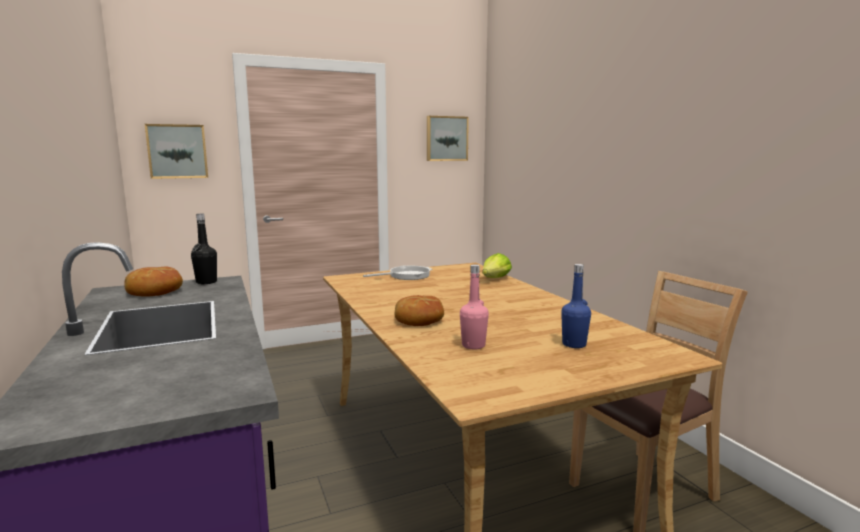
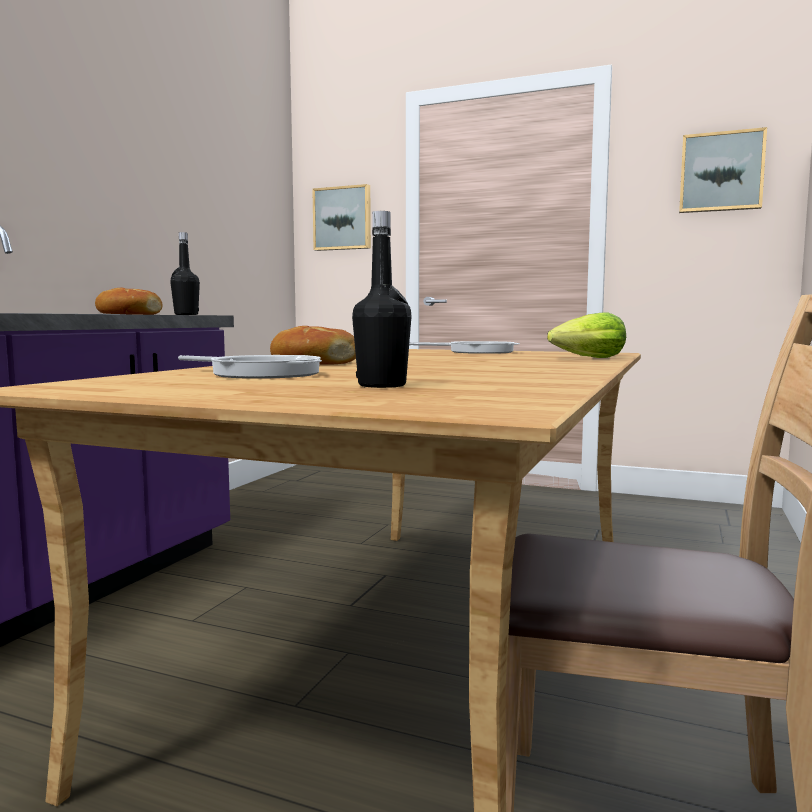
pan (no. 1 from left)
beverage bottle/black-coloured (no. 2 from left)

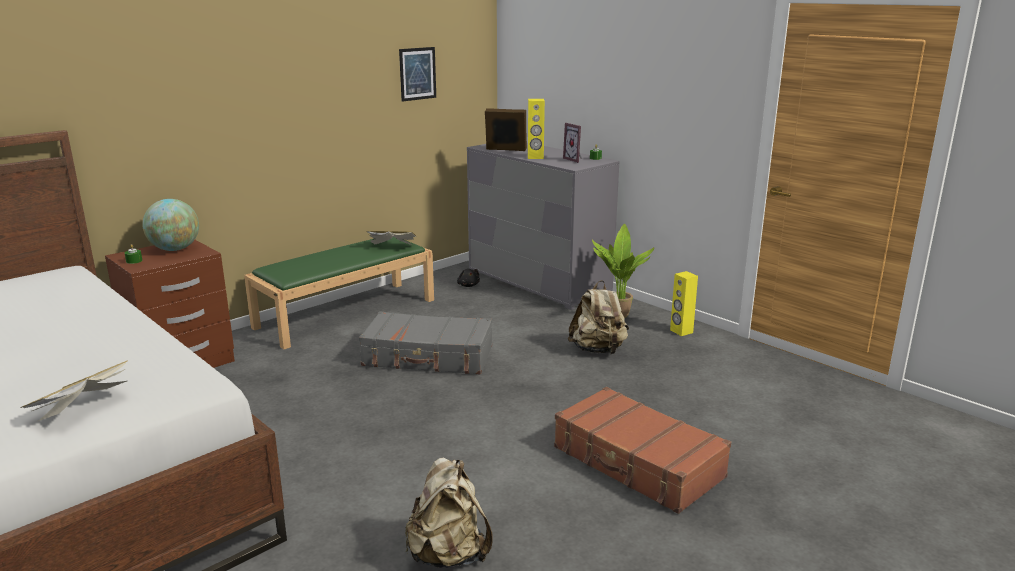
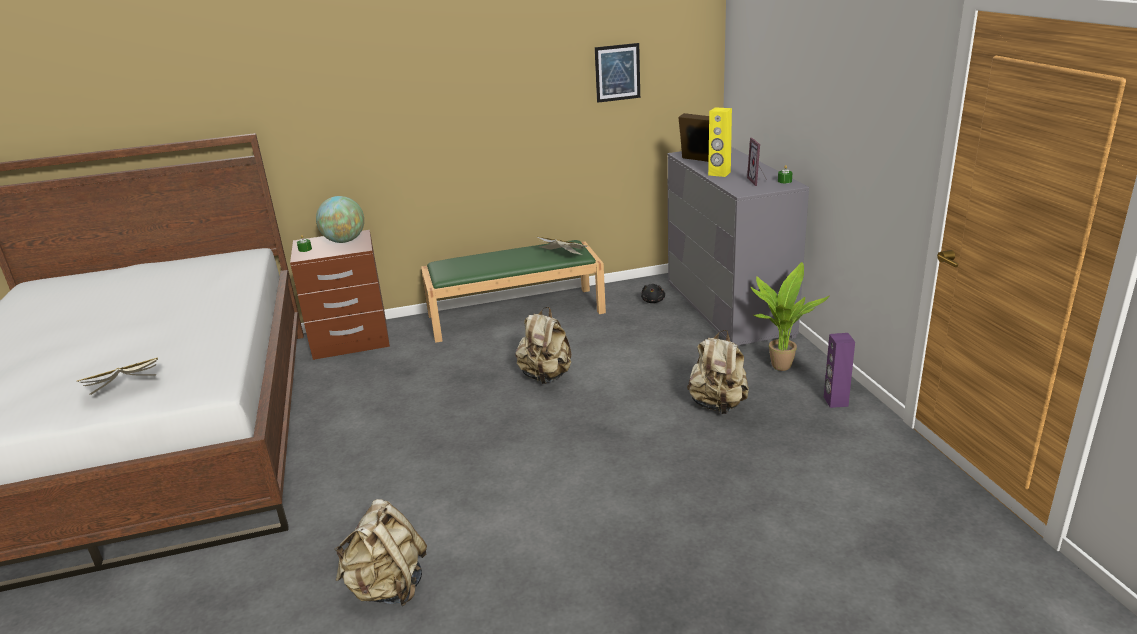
travel case/brownish
backpack/beige (no. 2 from left)
speaker/purple

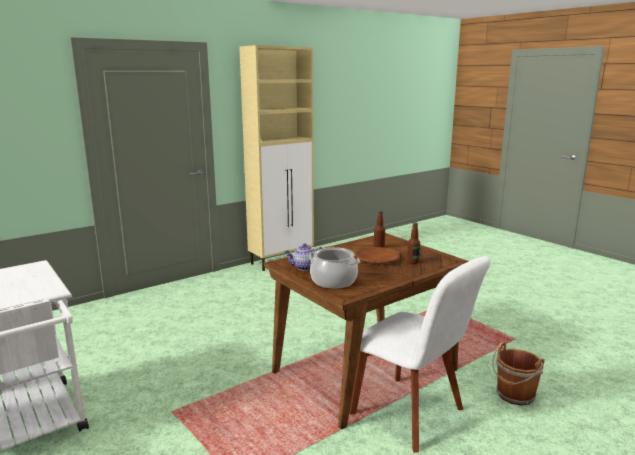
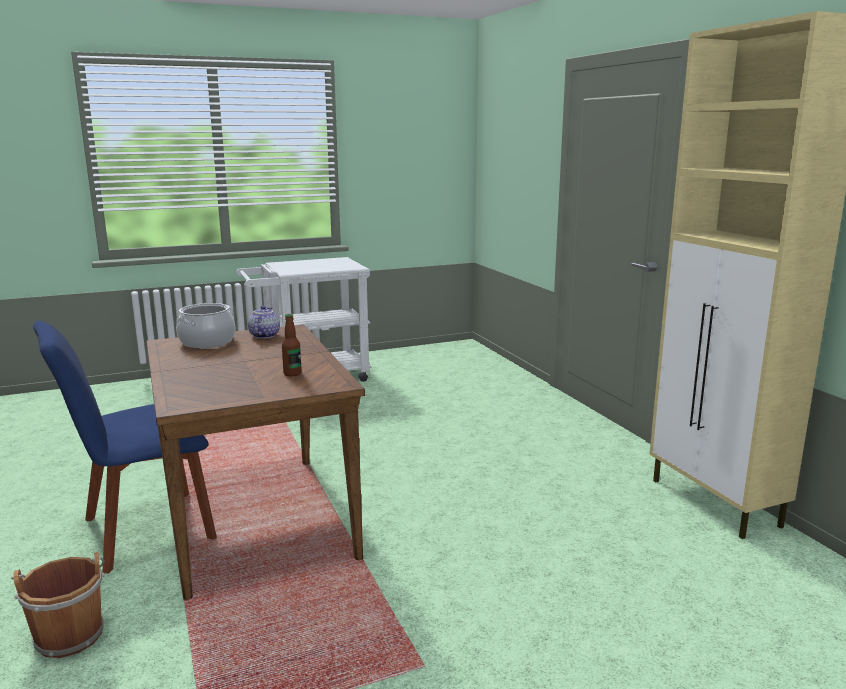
flat dish/brownish
beverage bottle (no. 2 from left in the first image)
upright chair/bluish

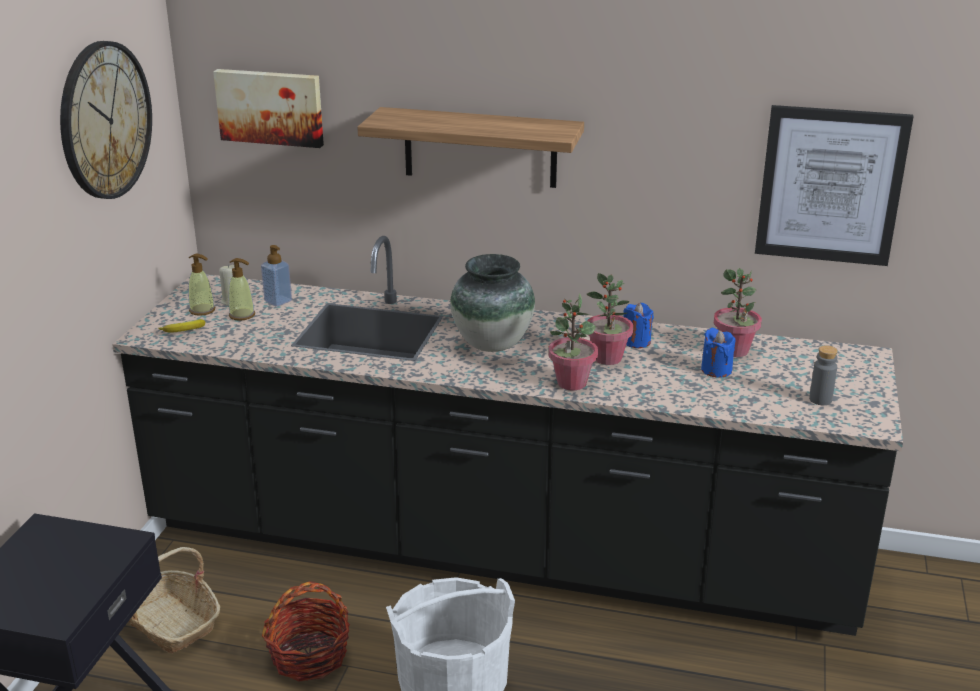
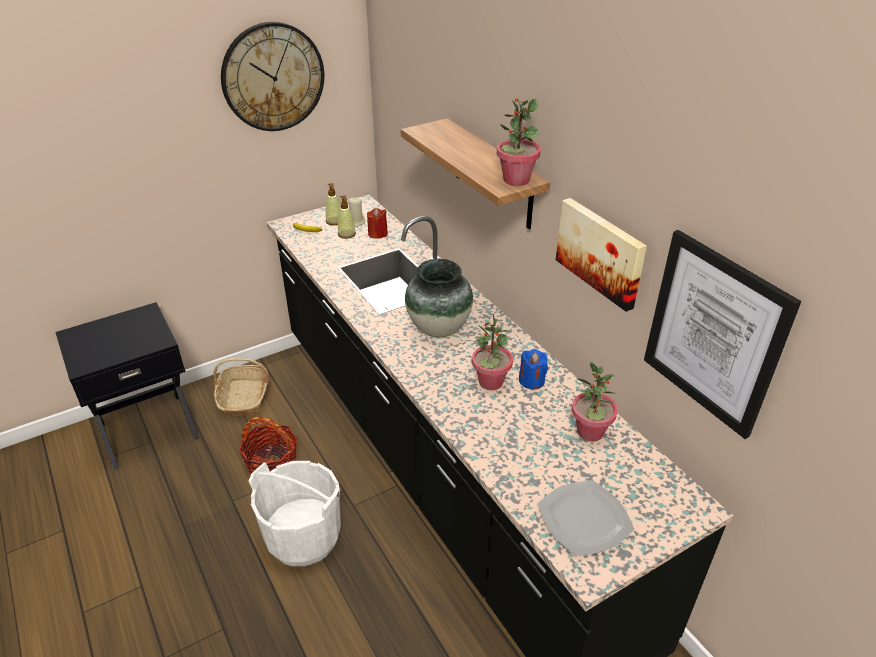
wax light/bluish (no. 2 from left in the first image)
picture (no. 1 from left)
houseplant (no. 2 from left)
wax light/red-coloured
flat dish

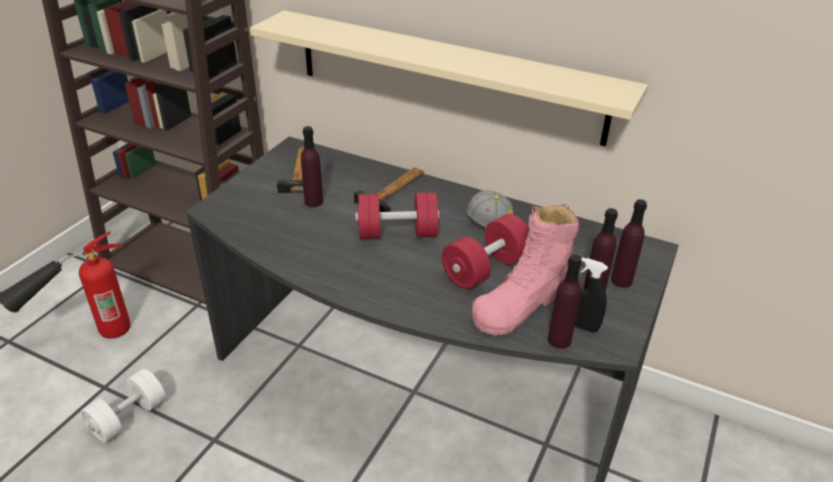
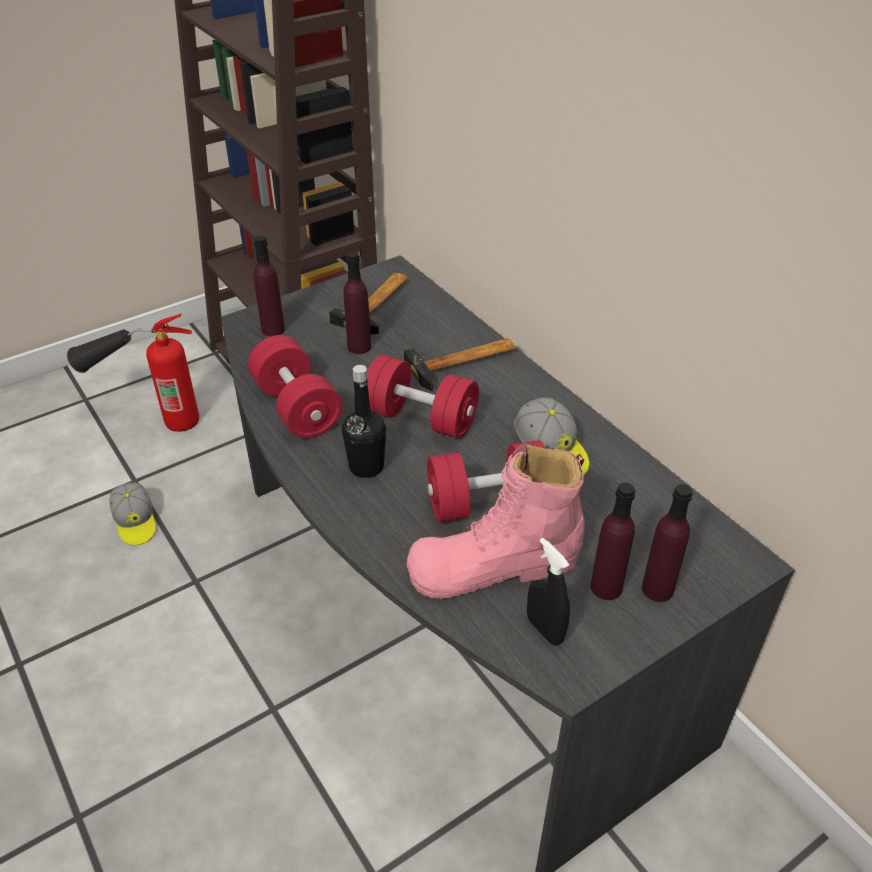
shelf/beige
free weight/red-coloured (no. 1 from left)
beverage bottle/black-coloured
beverage bottle/purple (no. 1 from left)
cap (no. 1 from left)

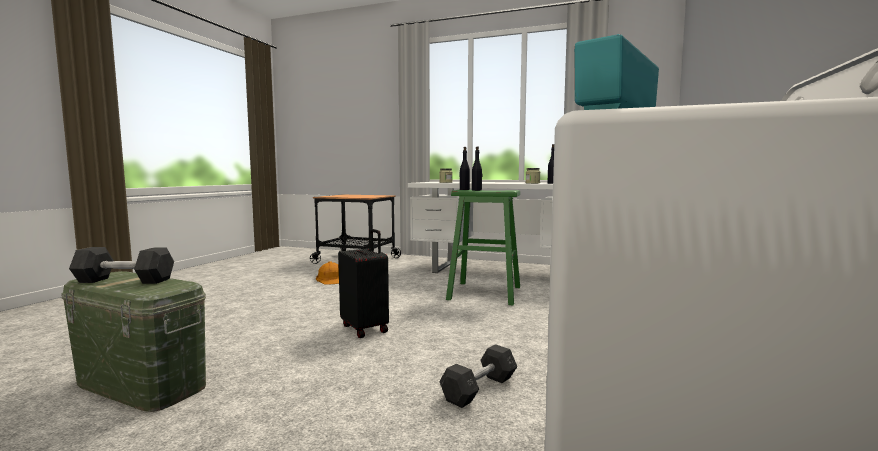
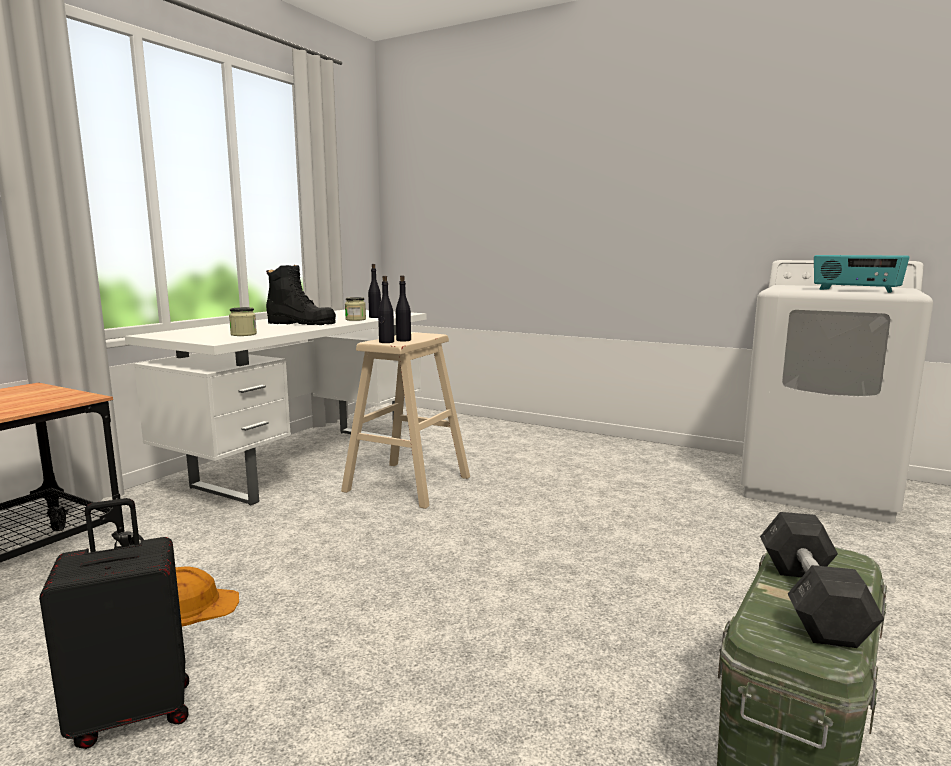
free weight/greyish (no. 2 from left in the first image)
high-top boot/black-coloured
travel case/black-coloured
stool seat/beige

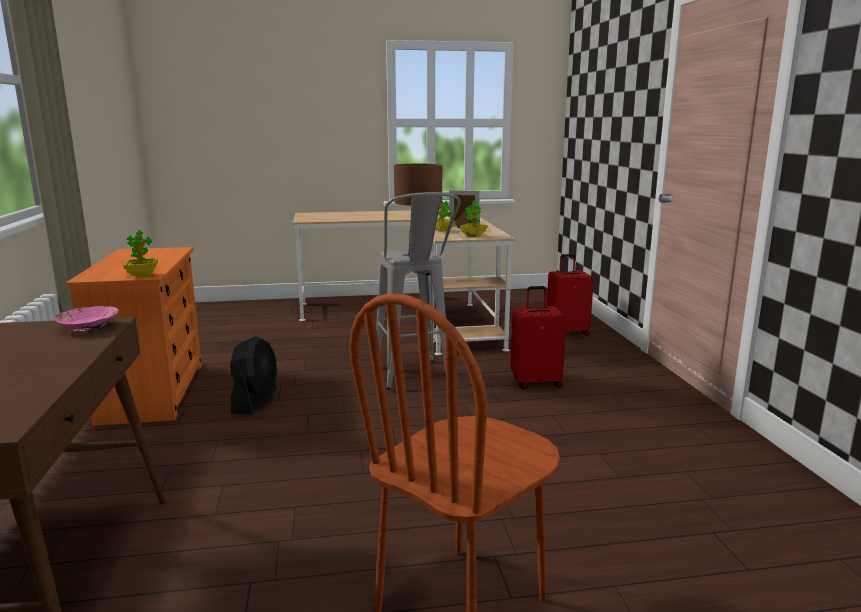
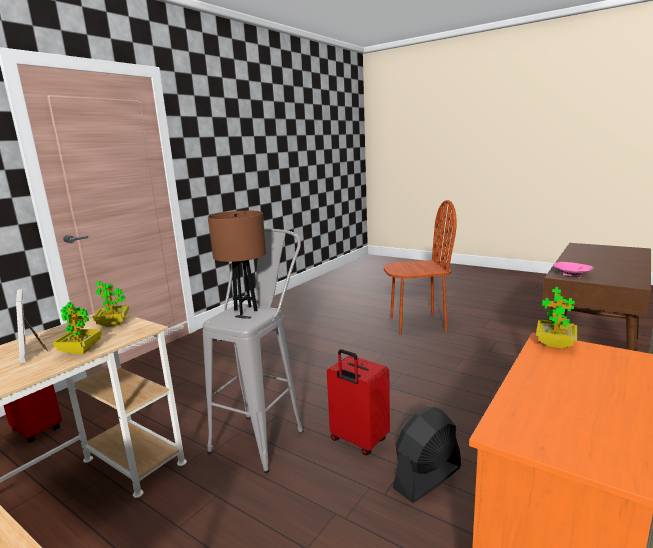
travel case/red-coloured (no. 2 from left)

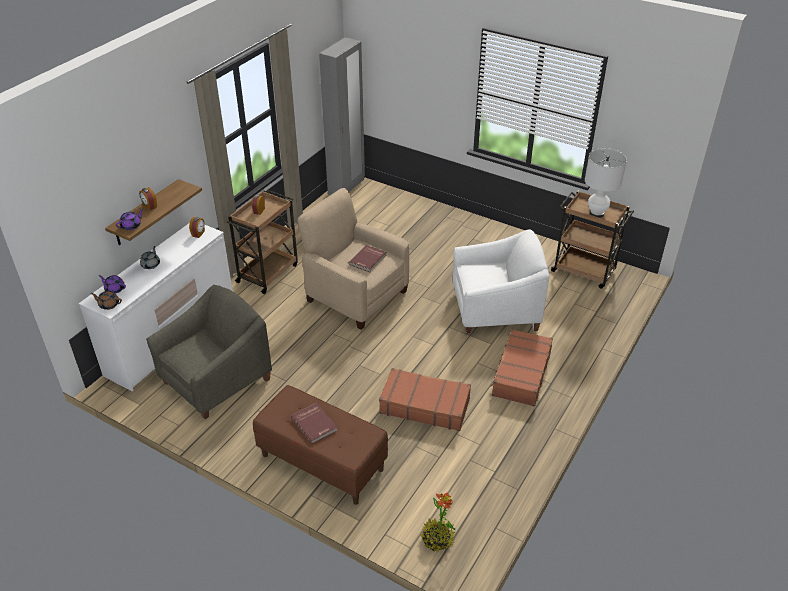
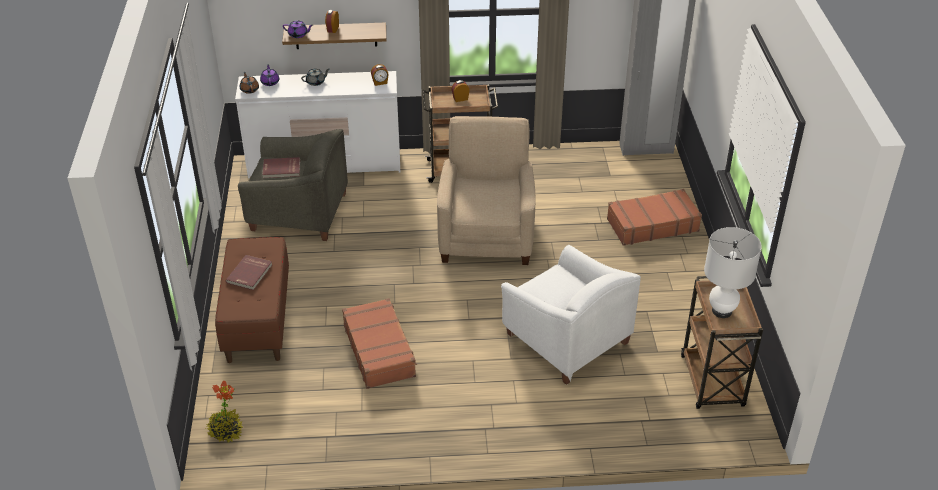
volume/red-coloured (no. 2 from left)
travel case/brownish (no. 2 from left)

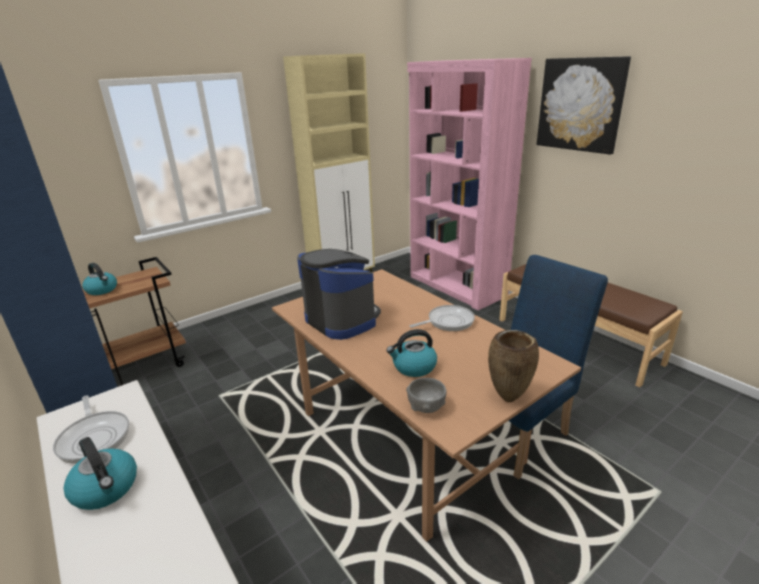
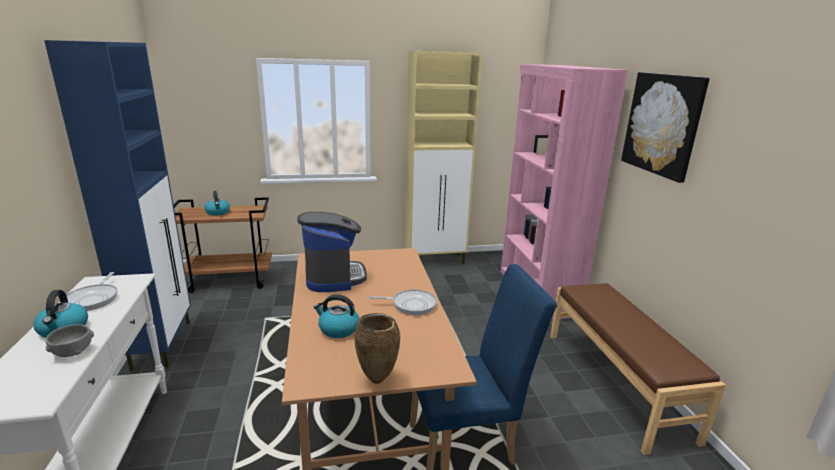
serving bowl/greyish

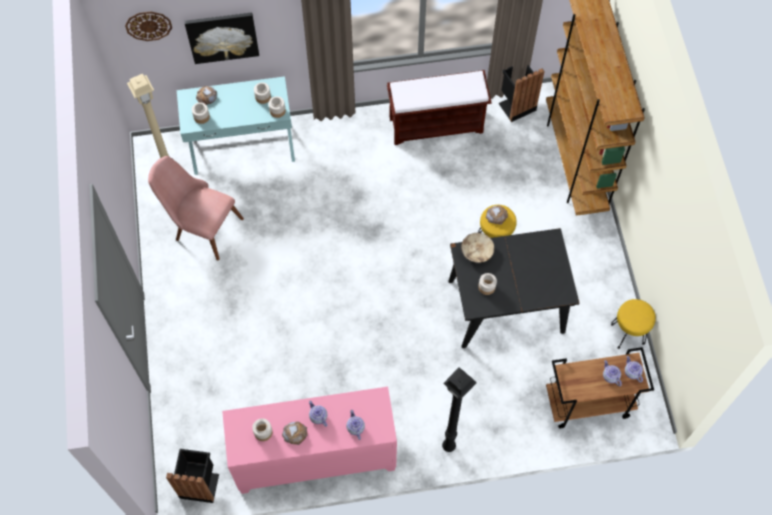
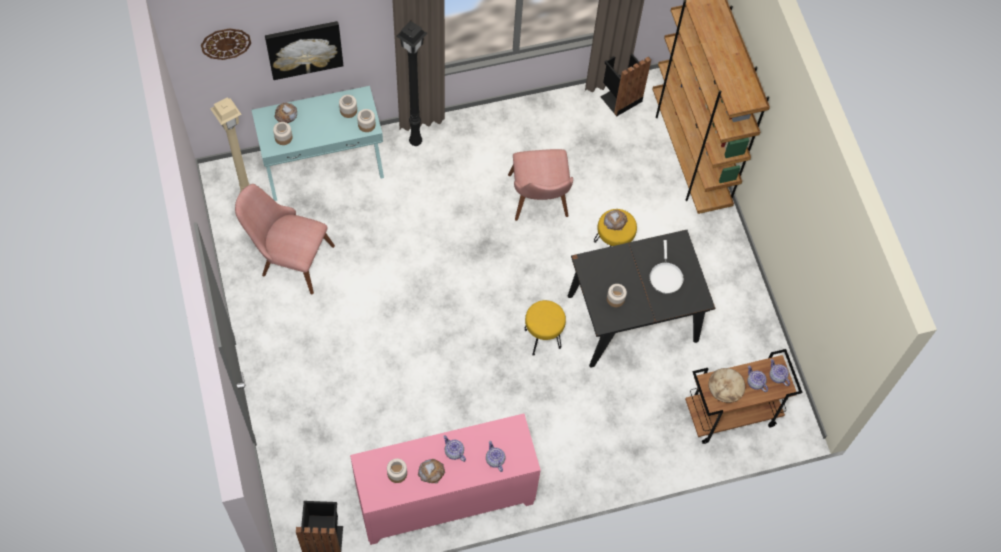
bench/brownish
upright chair/pink-coloured (no. 2 from left)
pan/white-coloured
standing lamp/black-coloured
serving bowl/beige
stool seat/yellow (no. 1 from left)

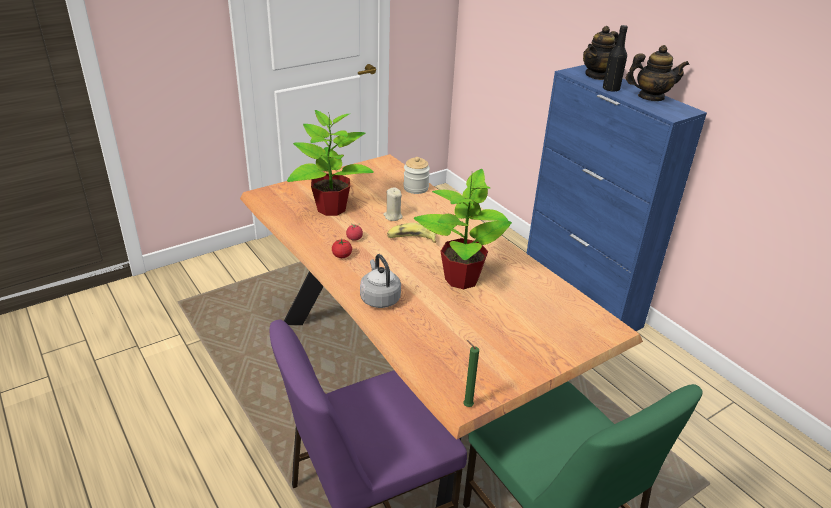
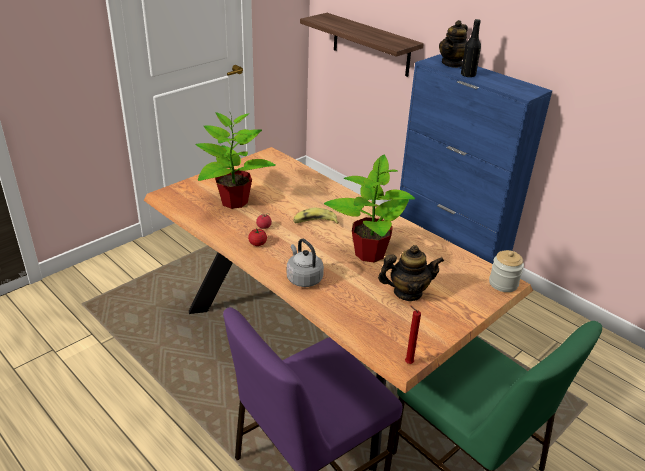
wax light/beige
shelf
storage jar
teapot (no. 1 from left)
wax light/red-coloured

